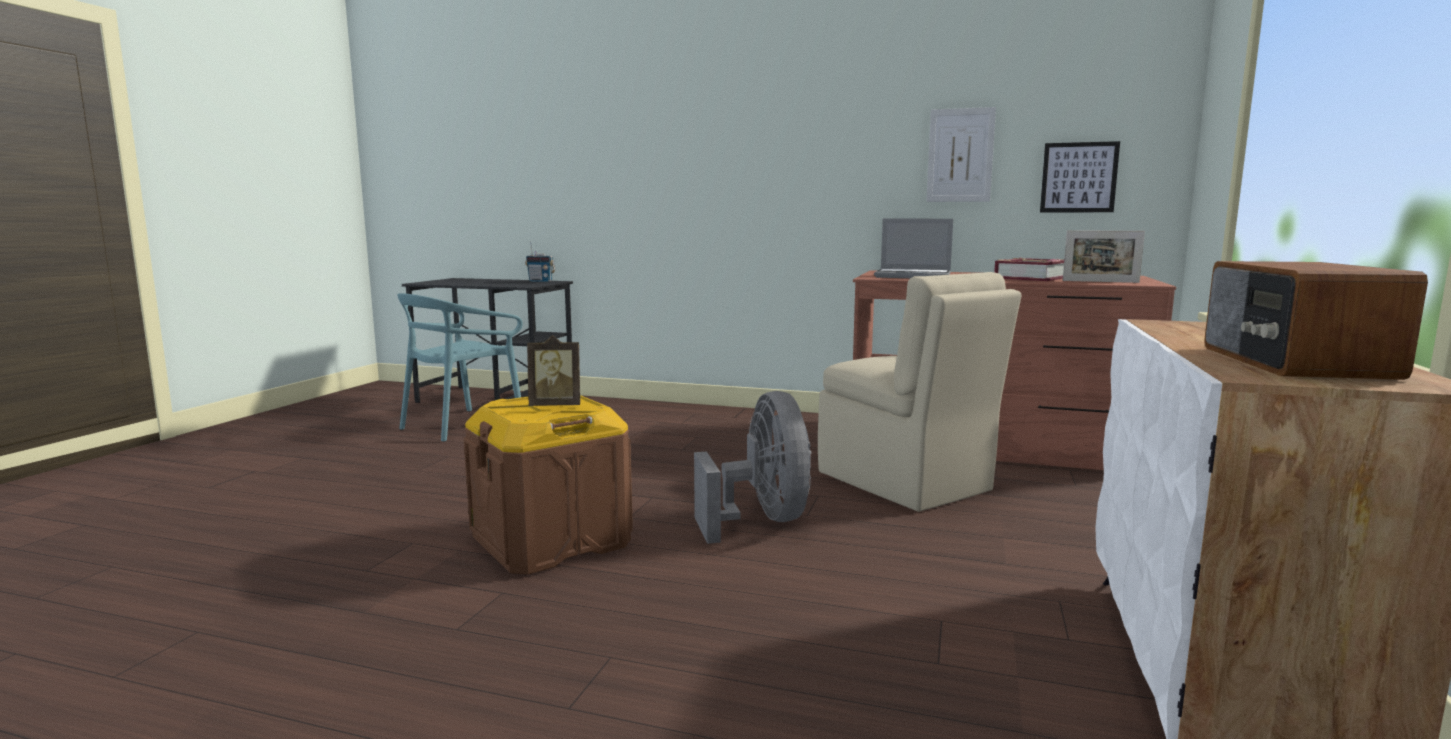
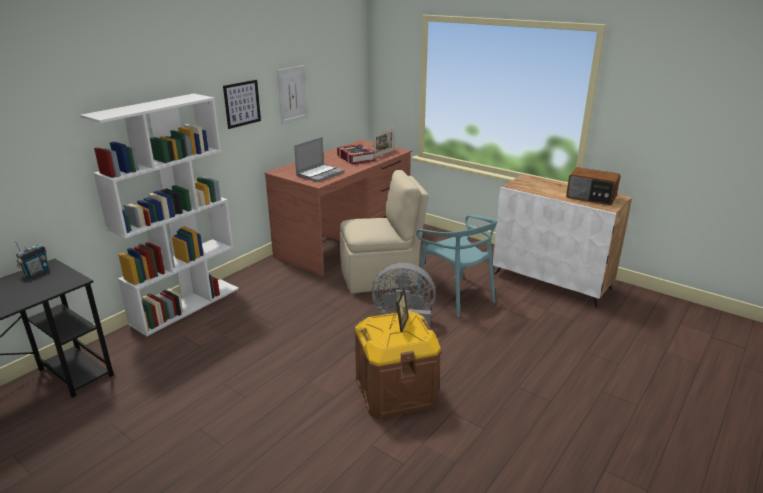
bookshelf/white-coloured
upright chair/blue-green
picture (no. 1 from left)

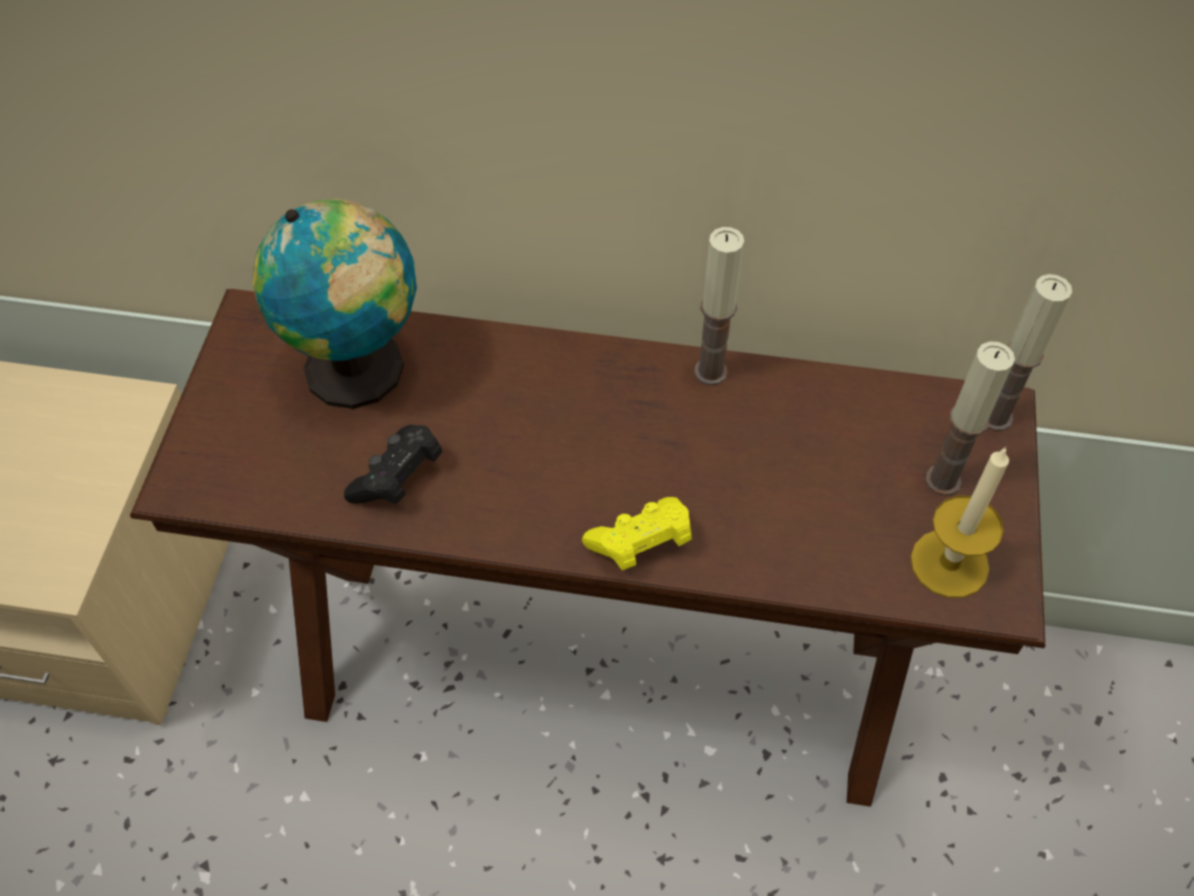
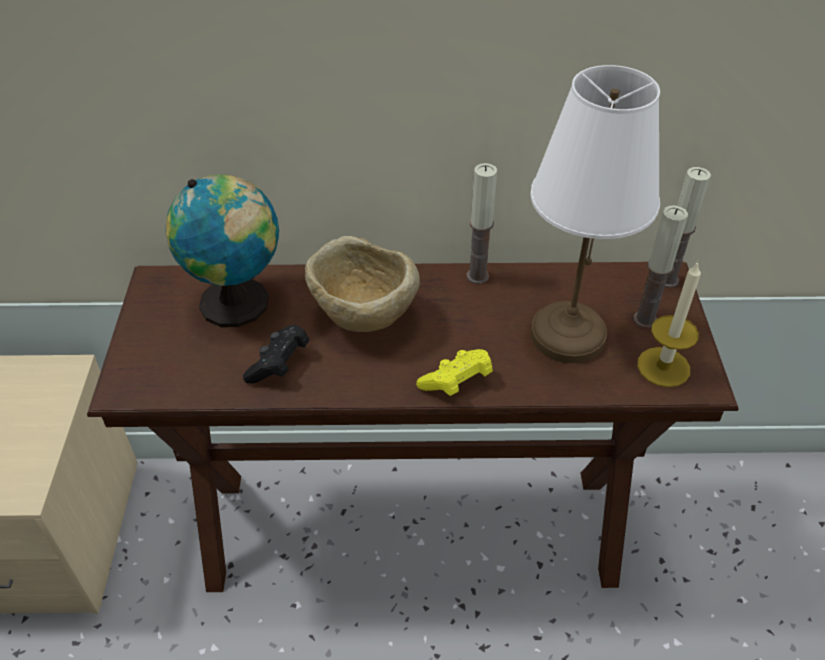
serving bowl/beige
lamp for a table/white-coloured

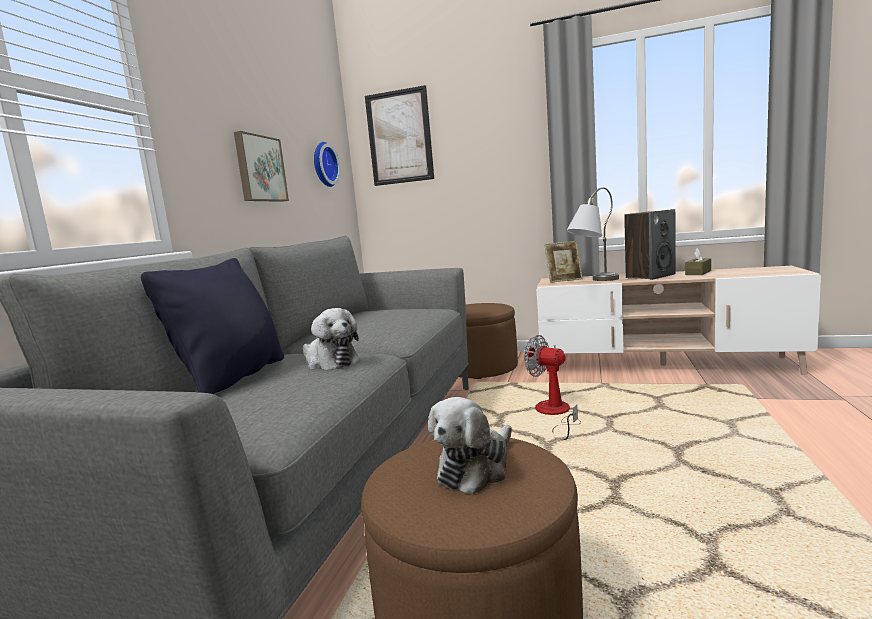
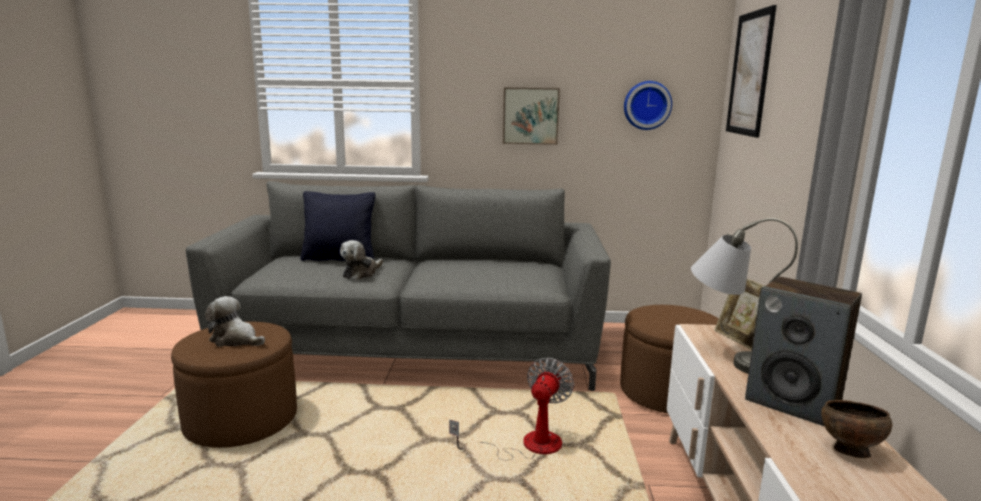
serving bowl/brownish

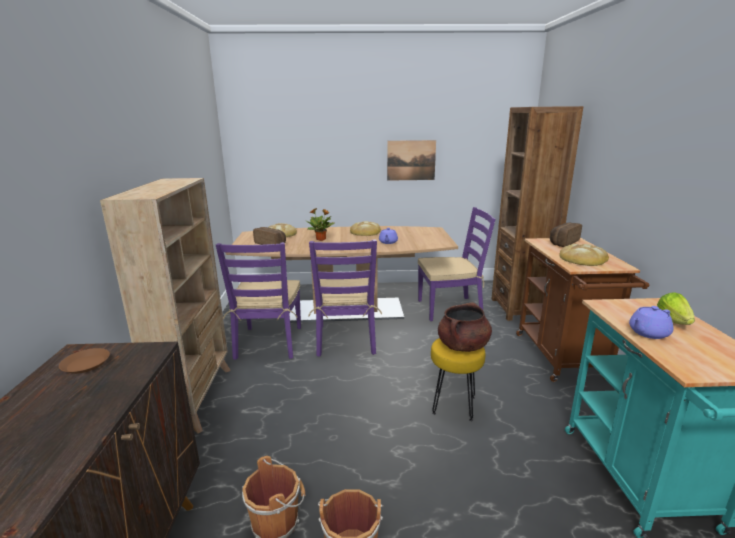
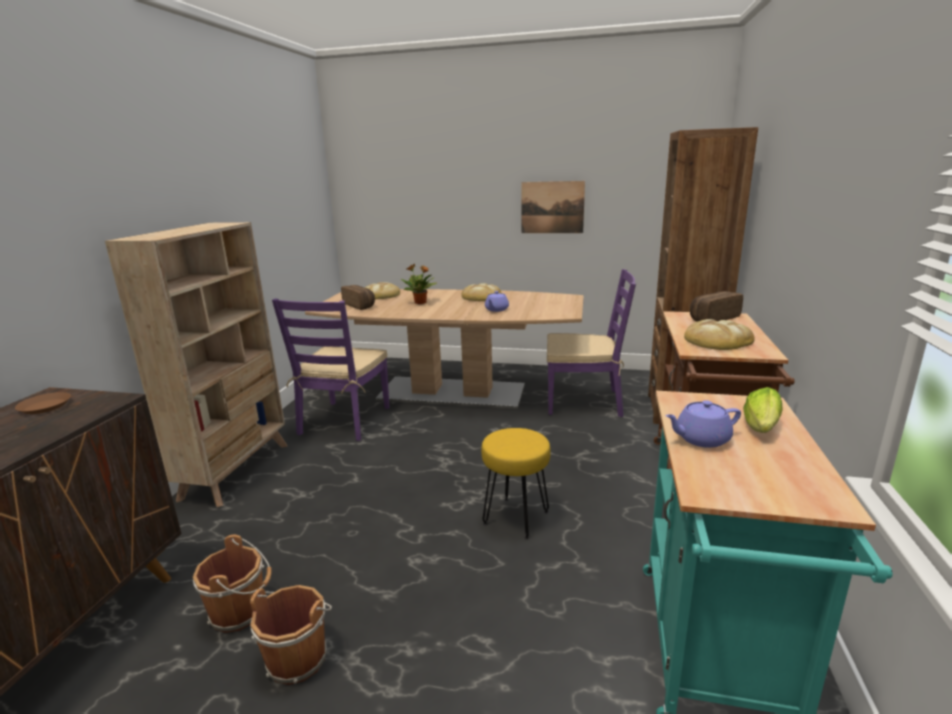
upright chair/purple (no. 2 from left in the first image)
cooking pot/brownish

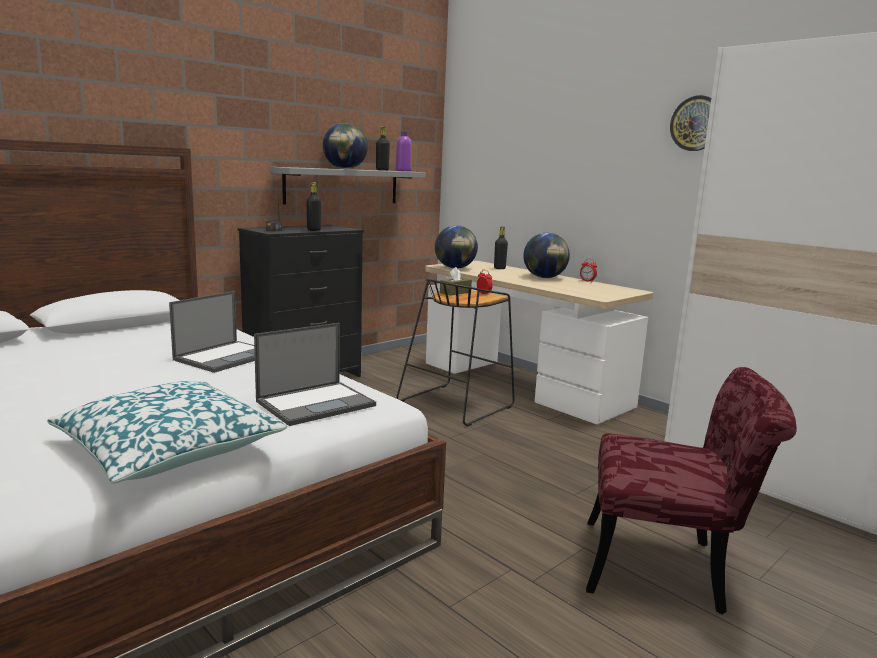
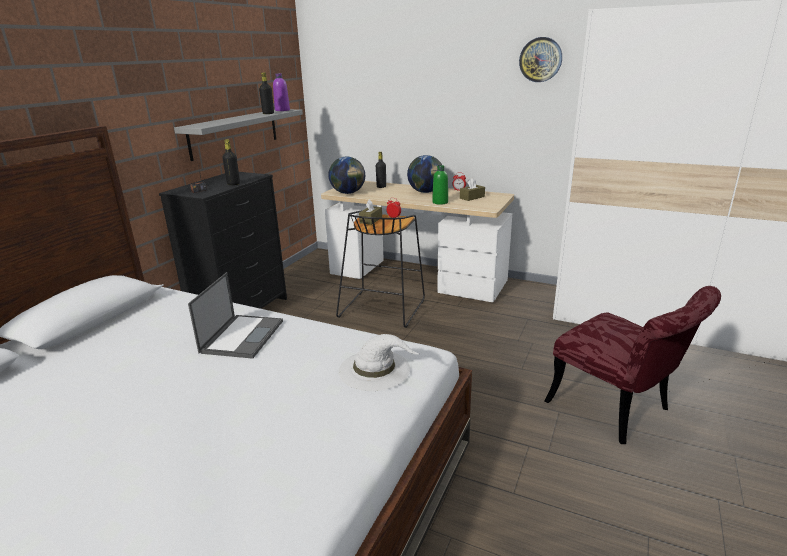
cushion
desk globe (no. 1 from left in the first image)
beverage bottle/green-coloured
tissue holder/brownish (no. 2 from left)
hat/white-coloured
upright chair/red-coloured

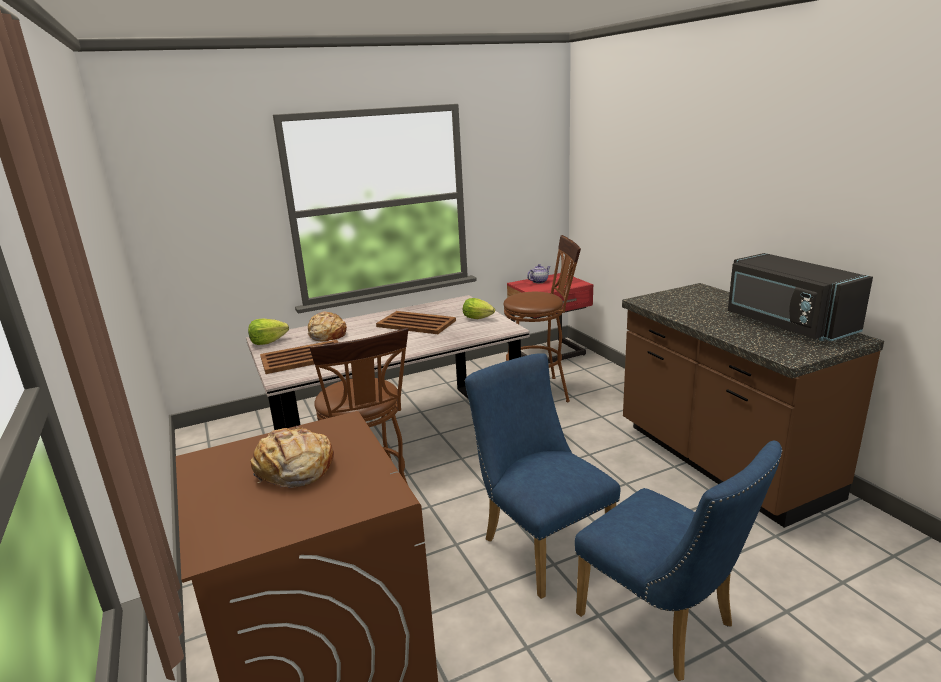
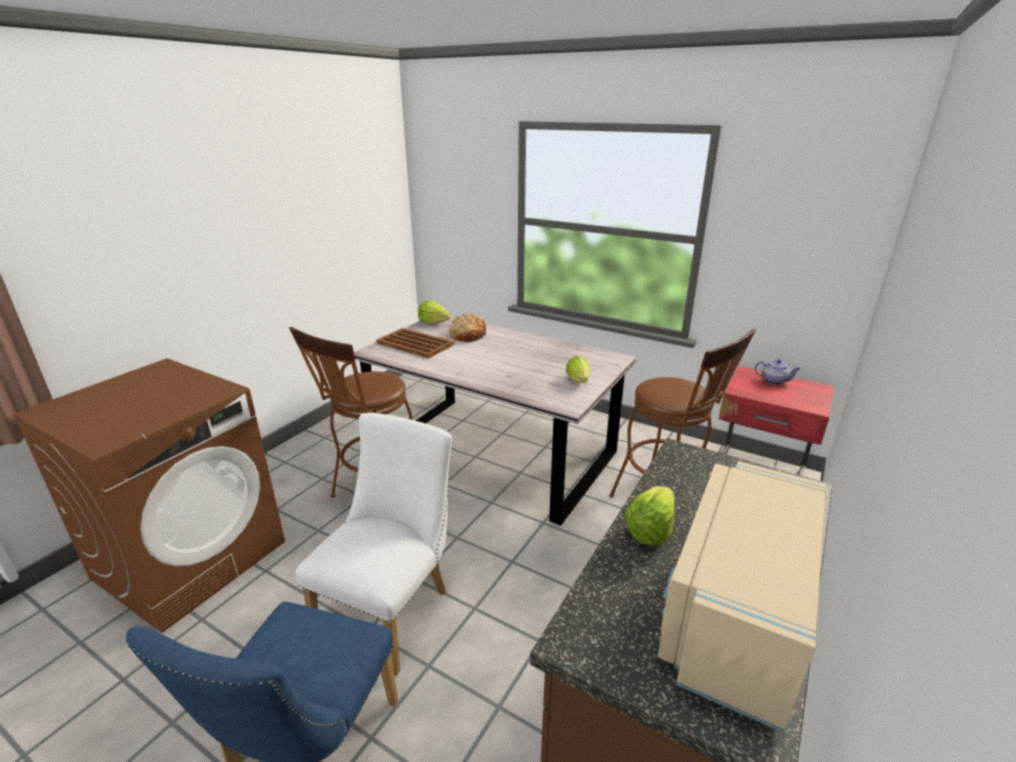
bakery bread (no. 1 from left in the first image)
carrying tray/brownish (no. 2 from left in the first image)
head of lettuce (no. 3 from left)
upright chair/white-coloured
microwave oven/beige

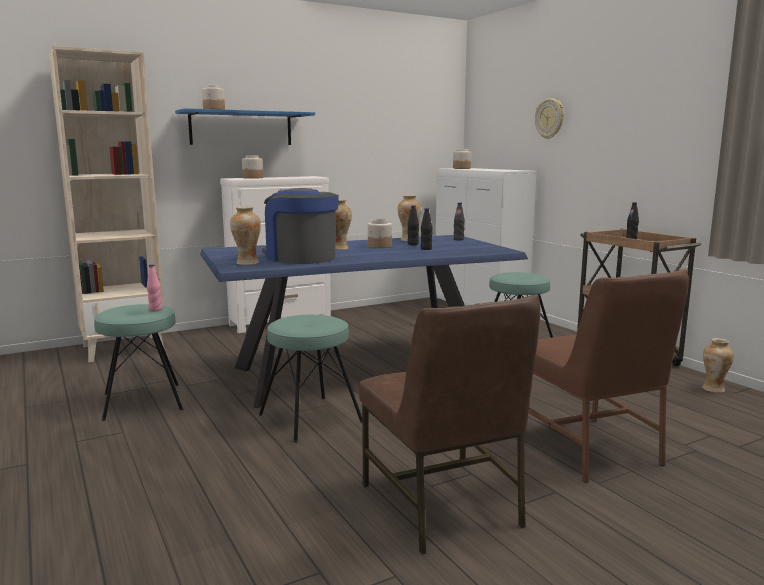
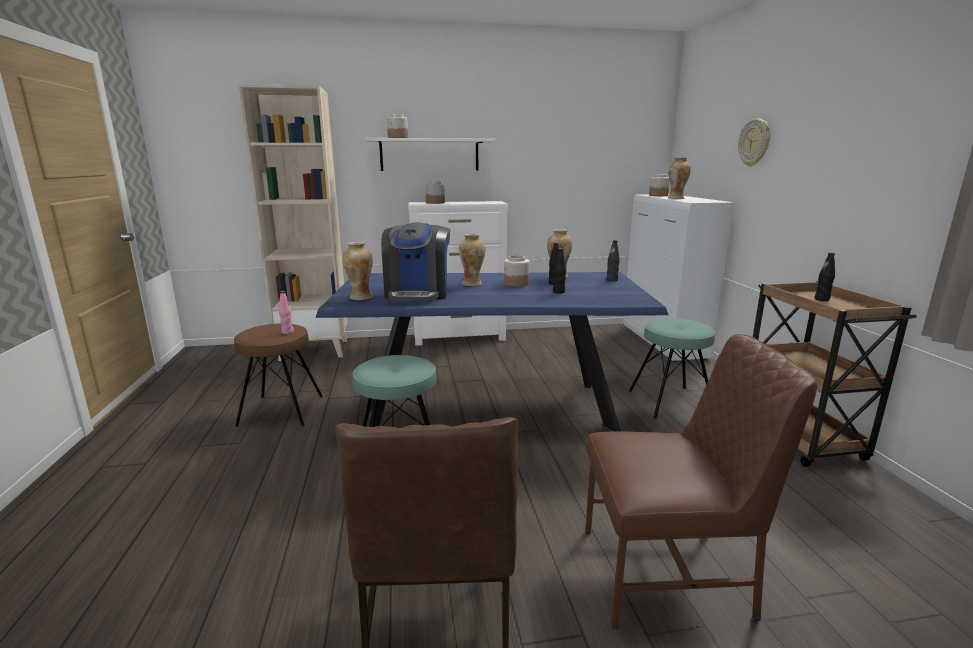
vase (no. 4 from left)
stool seat/brownish
shelf/white-coloured
coffee brewer
upright chair/brownish (no. 2 from left)

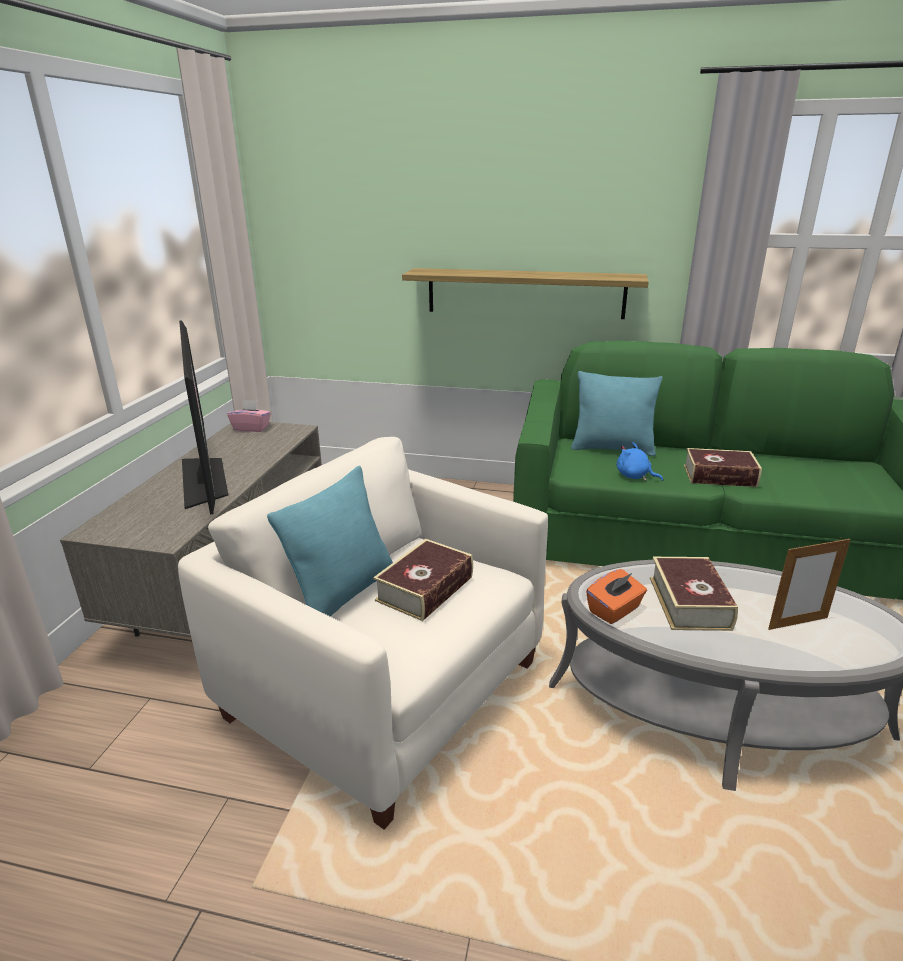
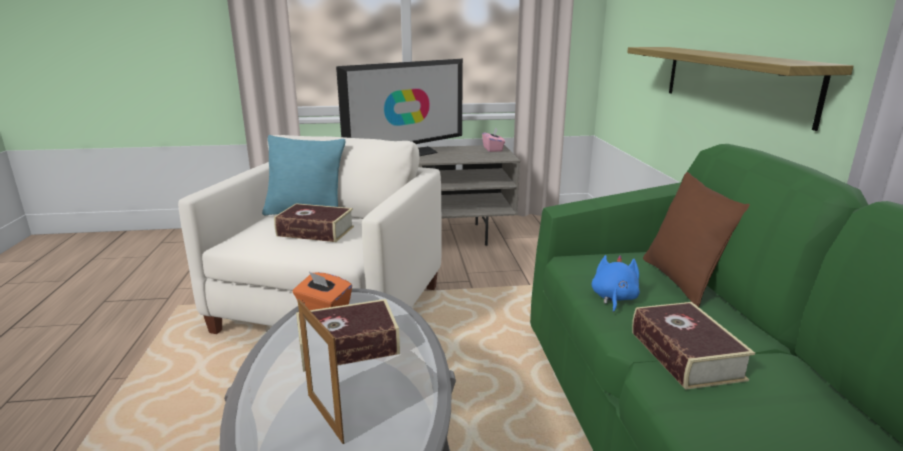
cushion/brownish

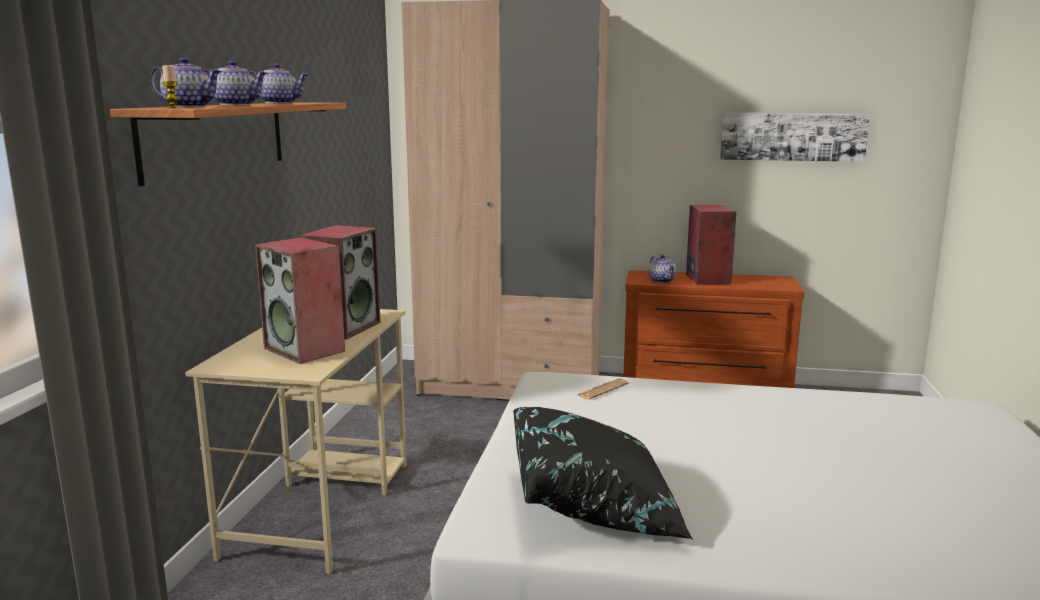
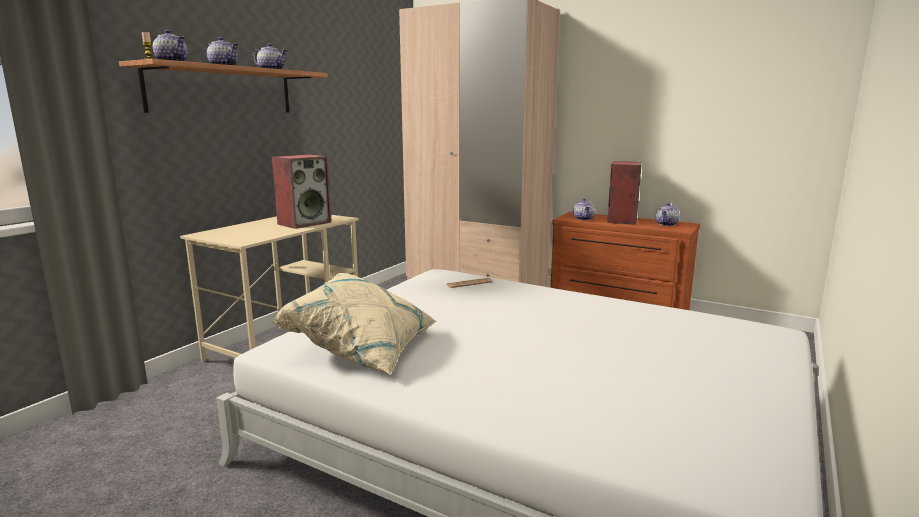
speaker (no. 1 from left in the first image)
picture
teapot (no. 5 from left)
cushion/beige

